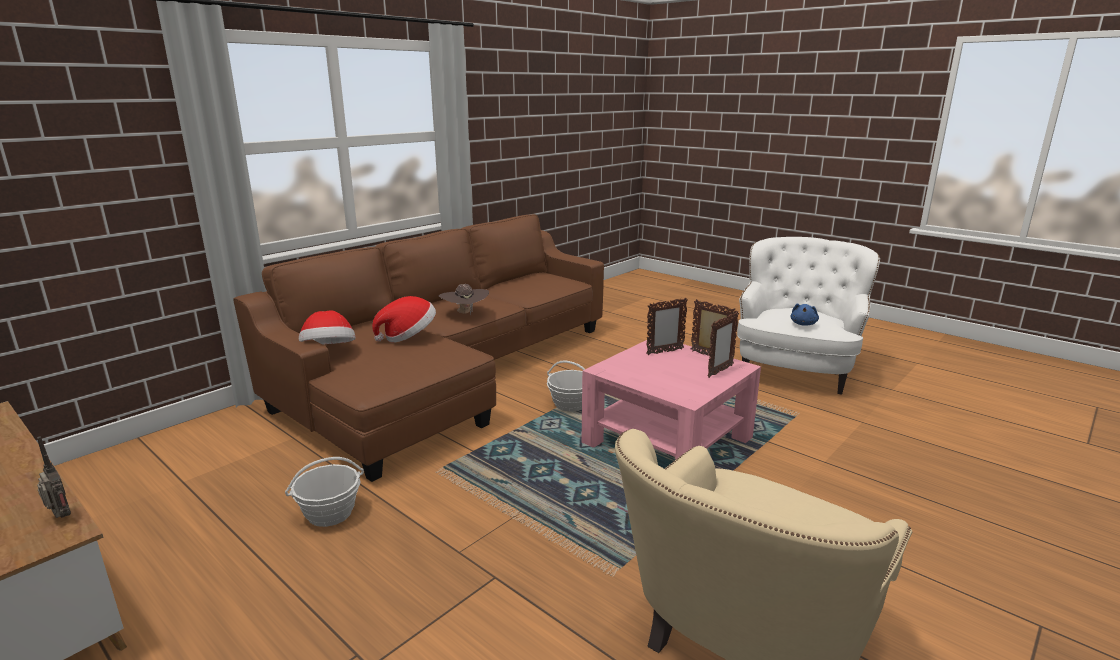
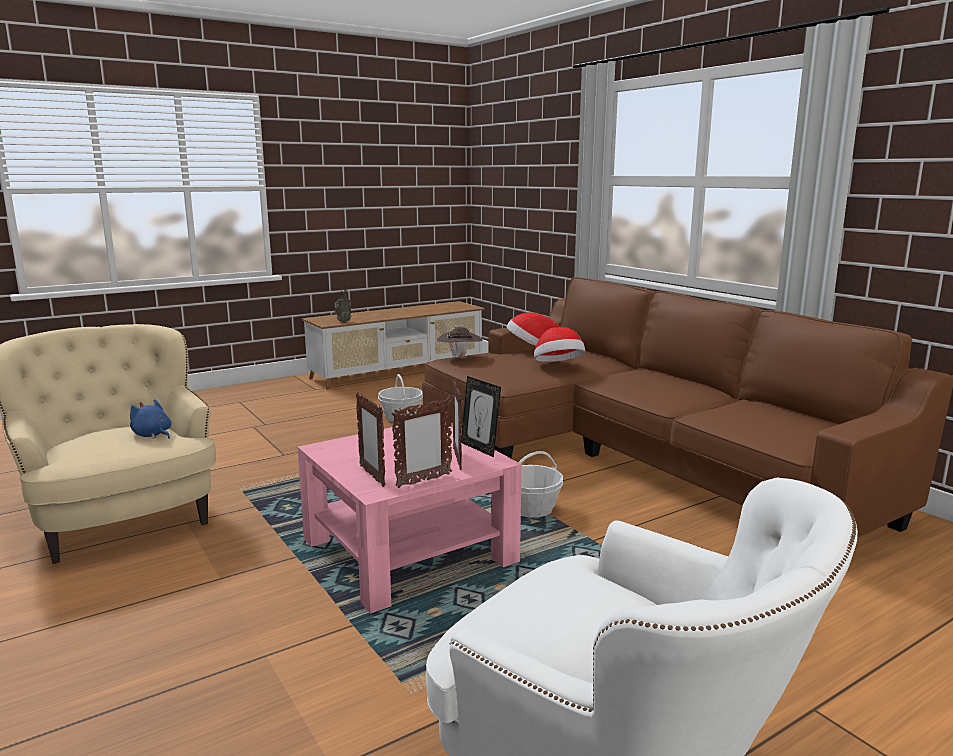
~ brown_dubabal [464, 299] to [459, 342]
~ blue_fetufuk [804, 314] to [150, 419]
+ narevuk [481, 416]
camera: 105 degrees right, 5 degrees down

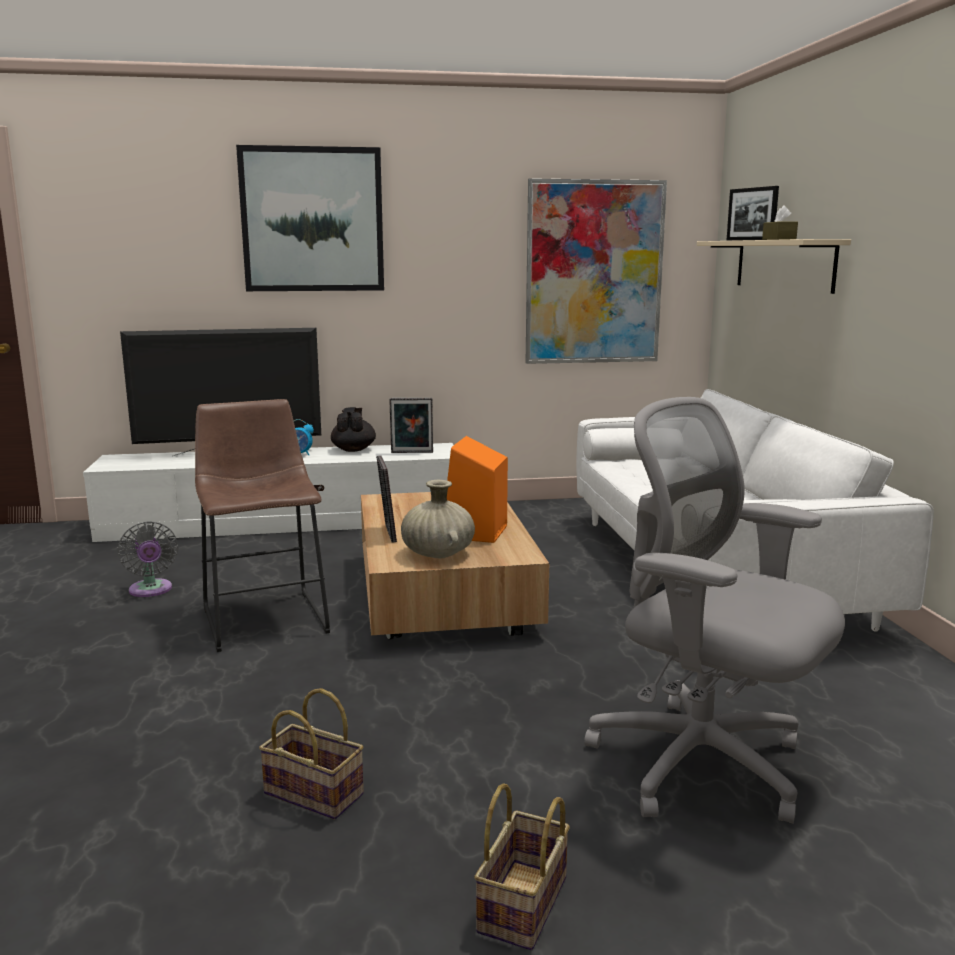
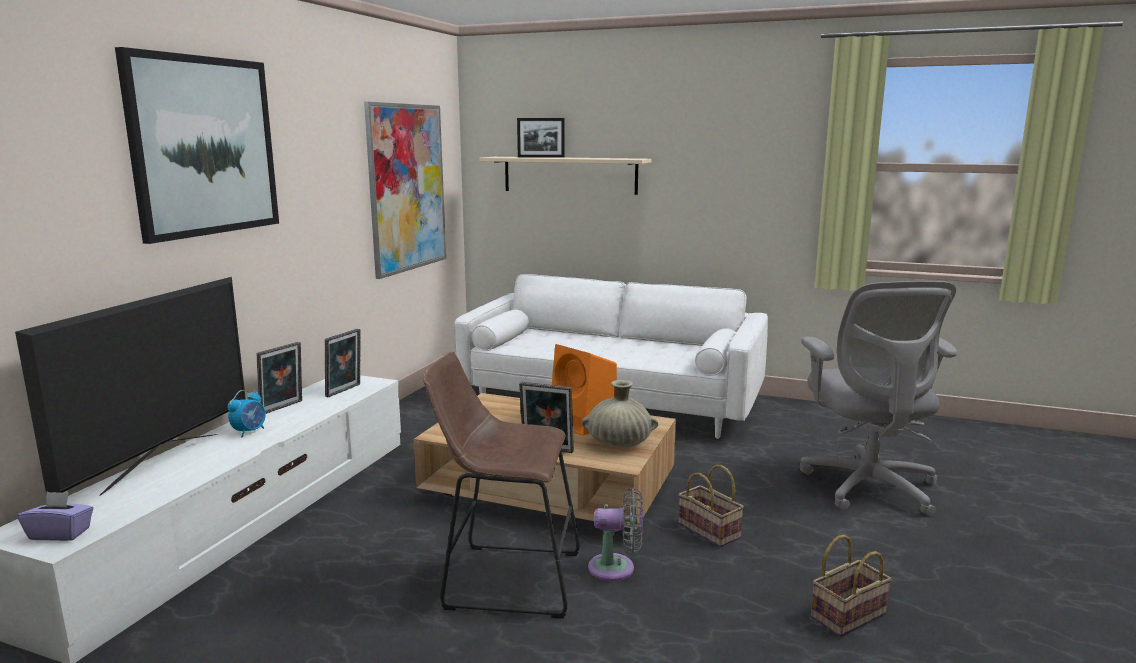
~ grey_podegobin [147, 559] to [615, 534]
~ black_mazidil [353, 429] to narevuk [279, 378]
~ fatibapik [522, 866] to [711, 506]
~ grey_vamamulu [714, 610] = [878, 398] 75 degrees counterclockwise
- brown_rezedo [780, 222]
+ purple_rezedo [55, 516]
camera: 60 degrees left, 0 degrees up

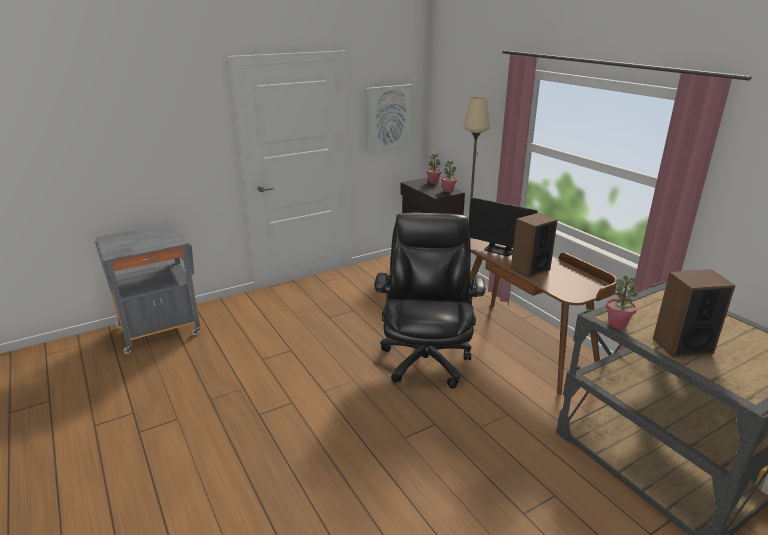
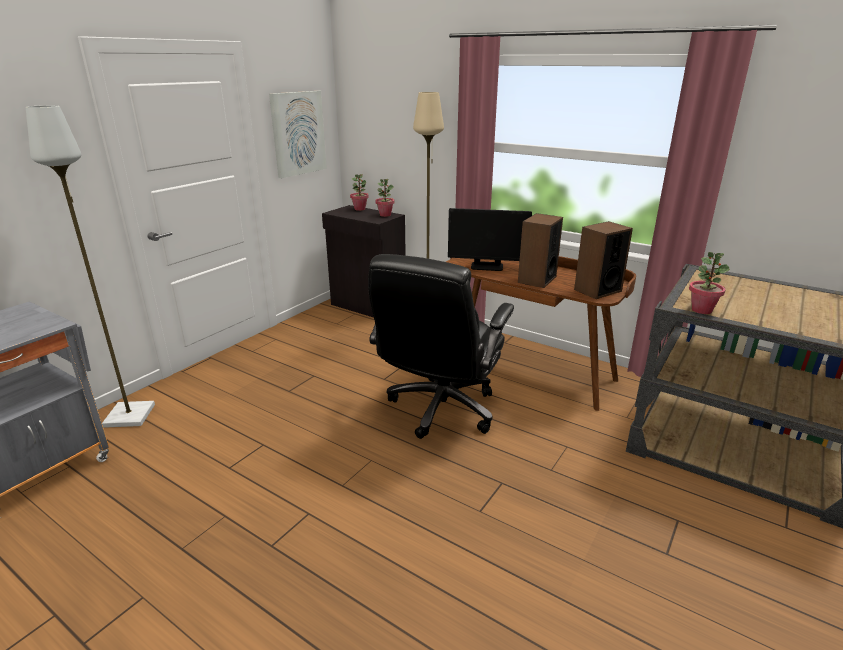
~ black_vamamulu [430, 301] = [441, 346] 135 degrees counterclockwise
~ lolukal [694, 313] to [603, 260]
+ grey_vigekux [90, 266]
camera: 25 degrees left, 0 degrees up

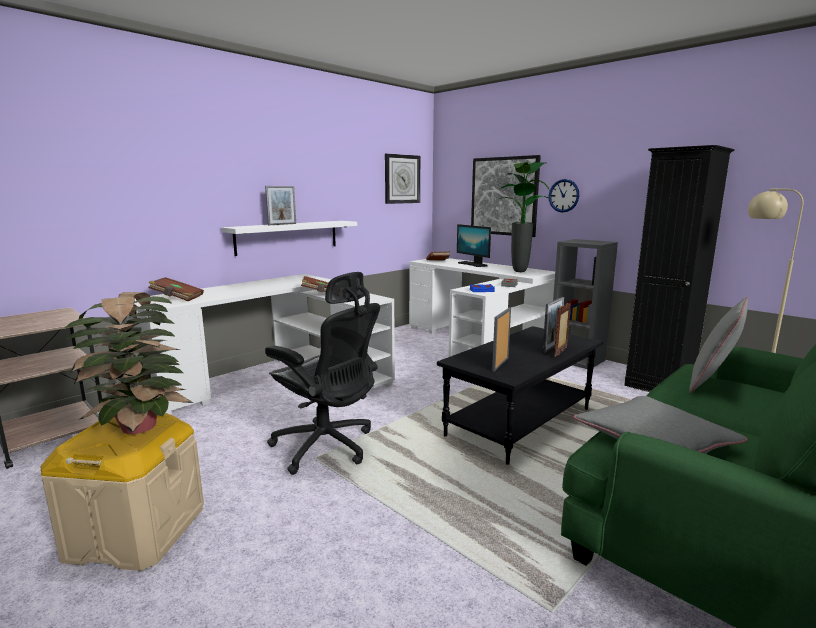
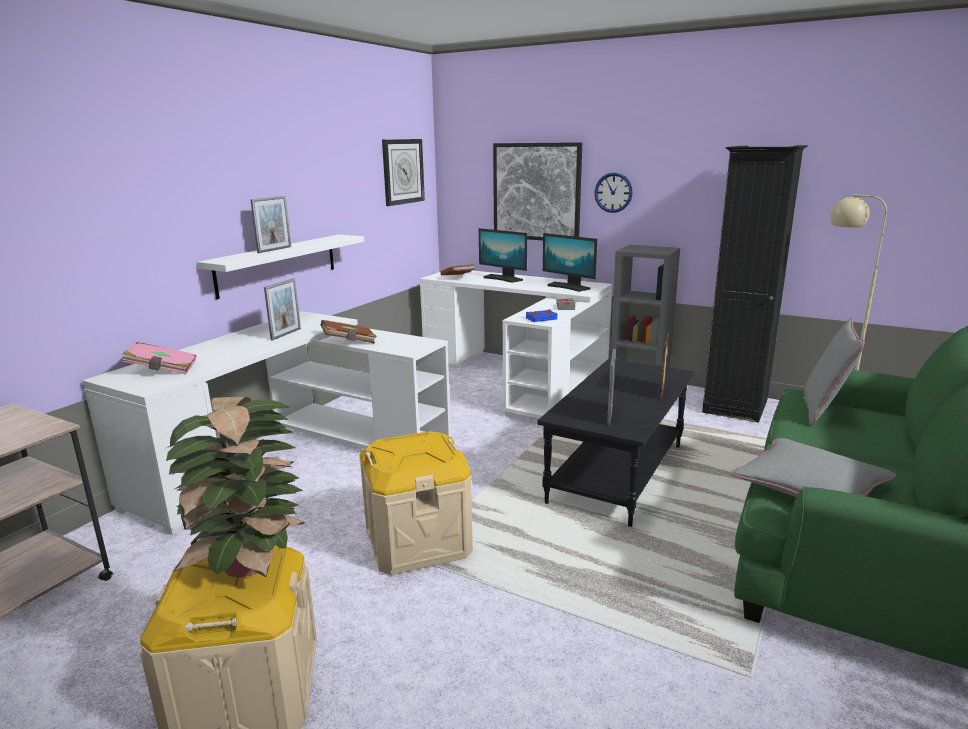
~ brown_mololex [176, 289] to pink_mololex [159, 358]
~ vamamulu [322, 373] to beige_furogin [416, 503]
~ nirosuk [524, 217] to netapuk [570, 262]
~ narevuk [553, 325] to [282, 309]
camera: 15 degrees left, 5 degrees up

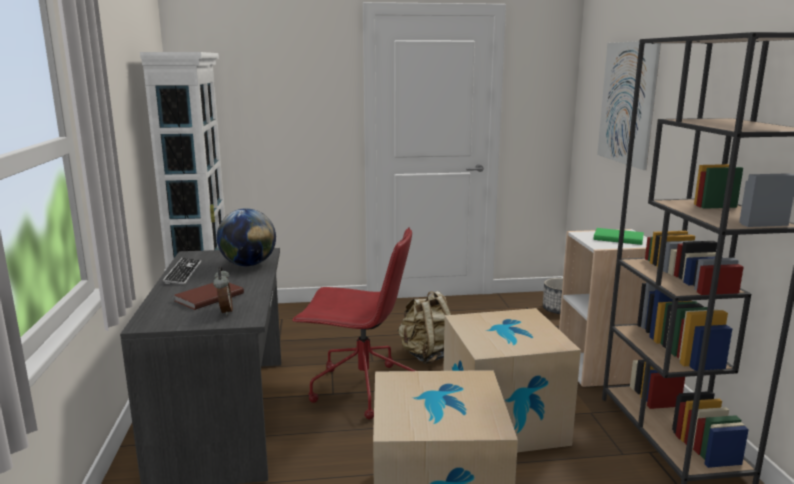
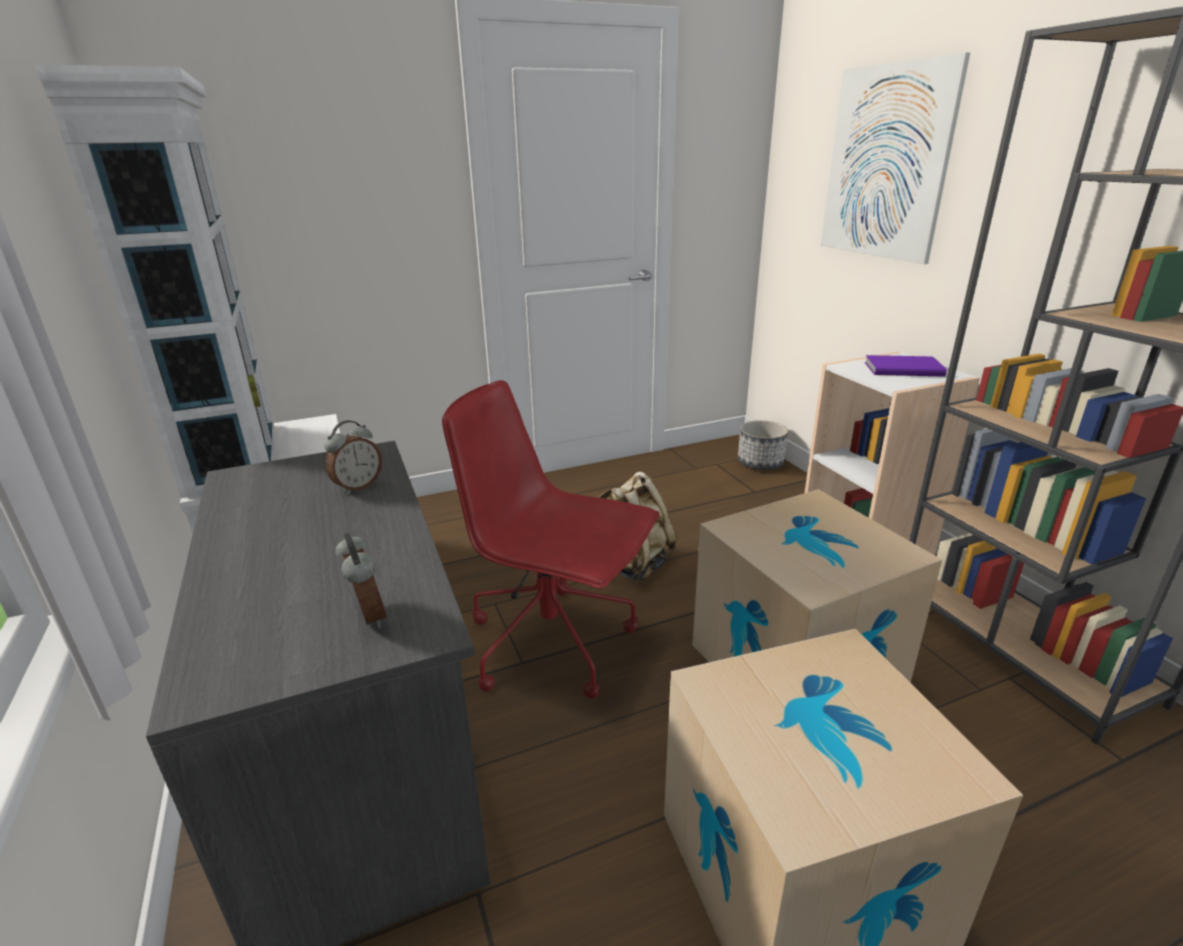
- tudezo [182, 271]
- brown_mololex [209, 296]
~ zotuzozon [246, 237] to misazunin [353, 457]
~ red_vamamulu [354, 323] = [551, 539] 150 degrees counterclockwise
~ green_mololex [618, 236] to purple_mololex [905, 366]
camera: 15 degrees left, 10 degrees up

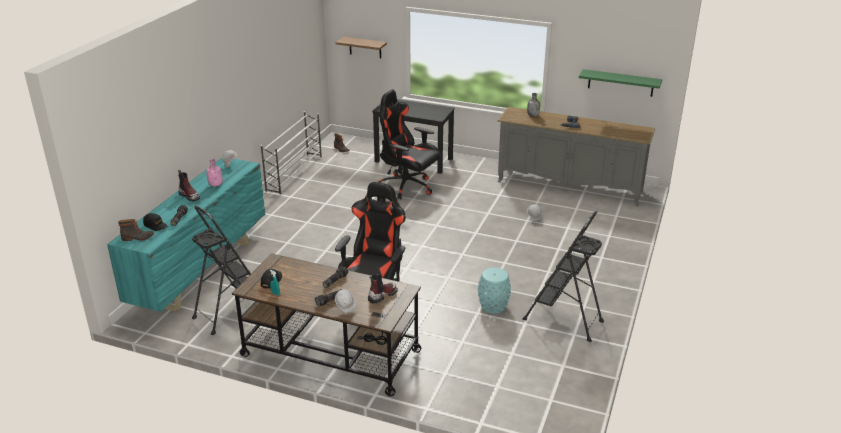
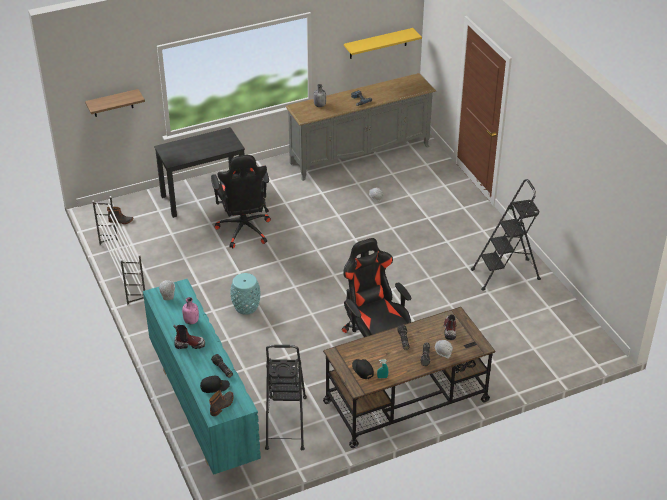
~ black_vamamulu [409, 144] = [241, 202] 90 degrees counterclockwise
~ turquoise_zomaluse [494, 291] to [245, 294]
~ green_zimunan [620, 83] to yellow_zimunan [383, 43]
camera: 45 degrees left, 10 degrees up

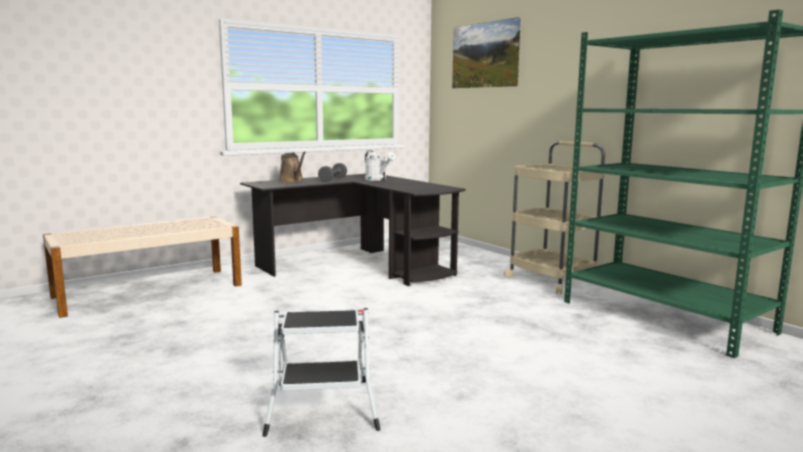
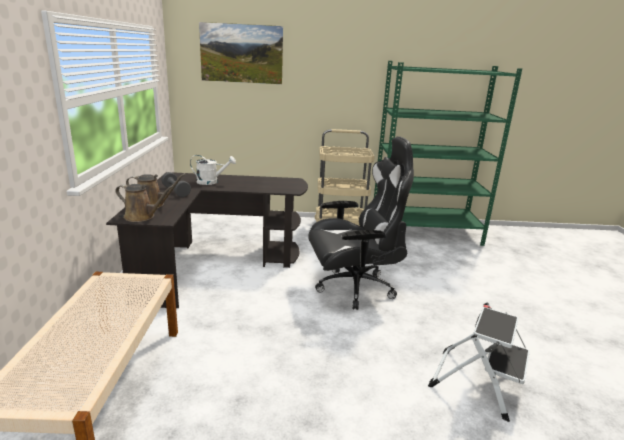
+ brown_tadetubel [144, 203]
+ black_vamamulu [361, 223]
camera: 55 degrees left, 10 degrees up

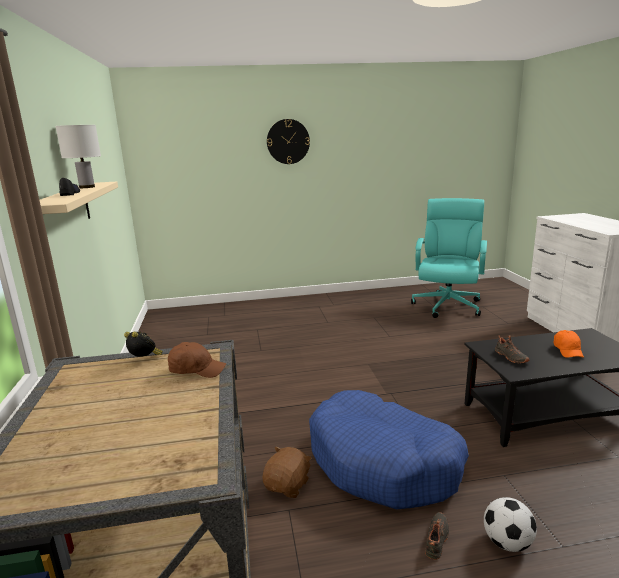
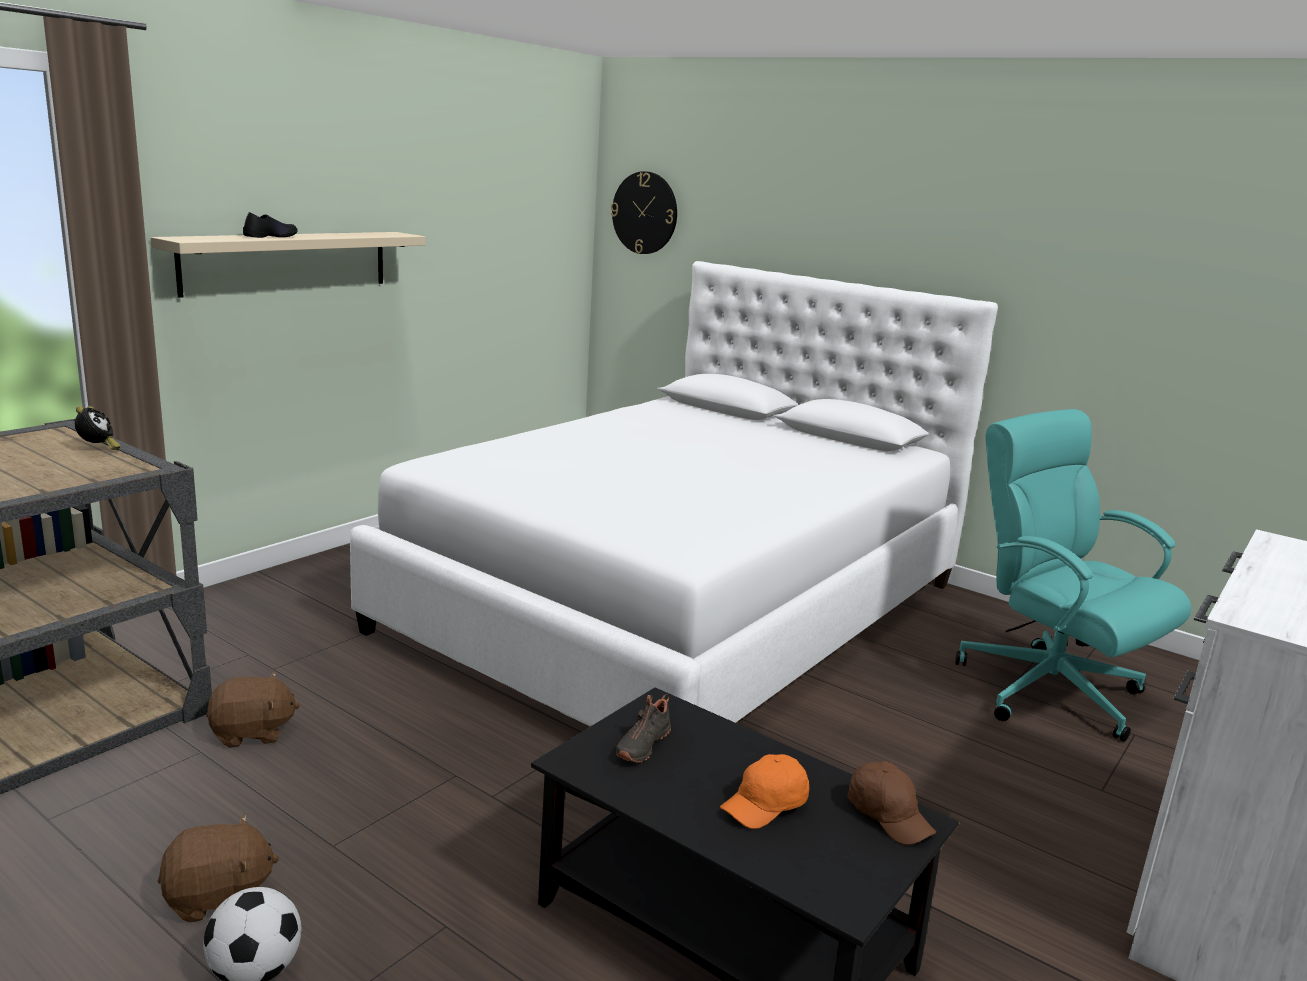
- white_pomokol [78, 156]
~ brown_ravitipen [197, 360] to [891, 803]
~ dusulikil [288, 141] to [644, 212]
- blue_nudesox [389, 449]
~ turquoise_vamamulu [449, 258] = [1073, 575] 105 degrees counterclockwise
~ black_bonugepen [437, 536] to brown_fetufuk [218, 868]
+ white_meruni [674, 493]
camera: 45 degrees right, 0 degrees up

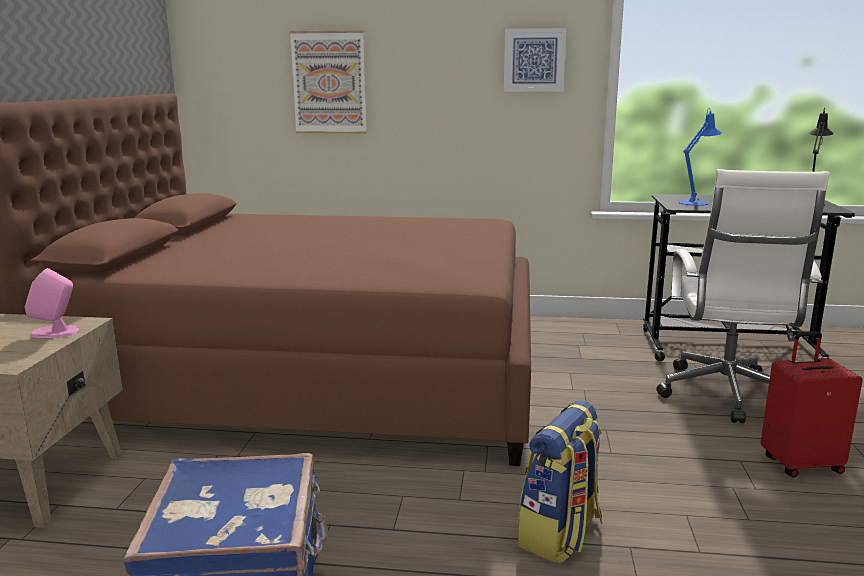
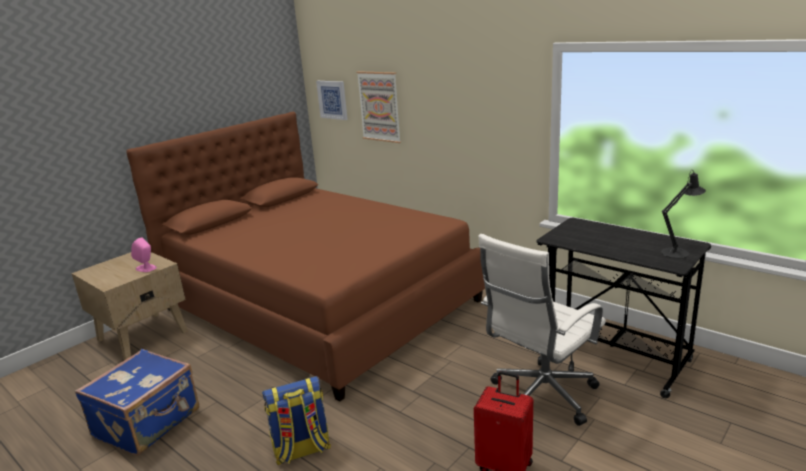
~ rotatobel [535, 60] to [332, 100]
- blue_pomokol [700, 157]
camera: 35 degrees right, 5 degrees up

